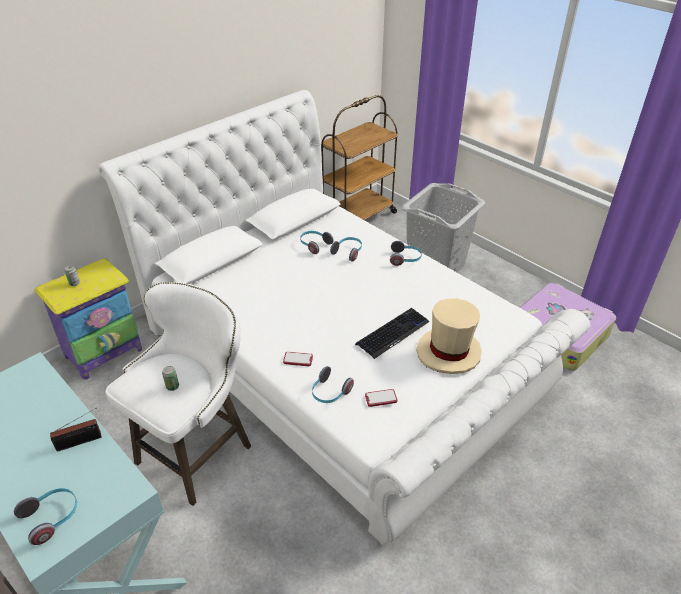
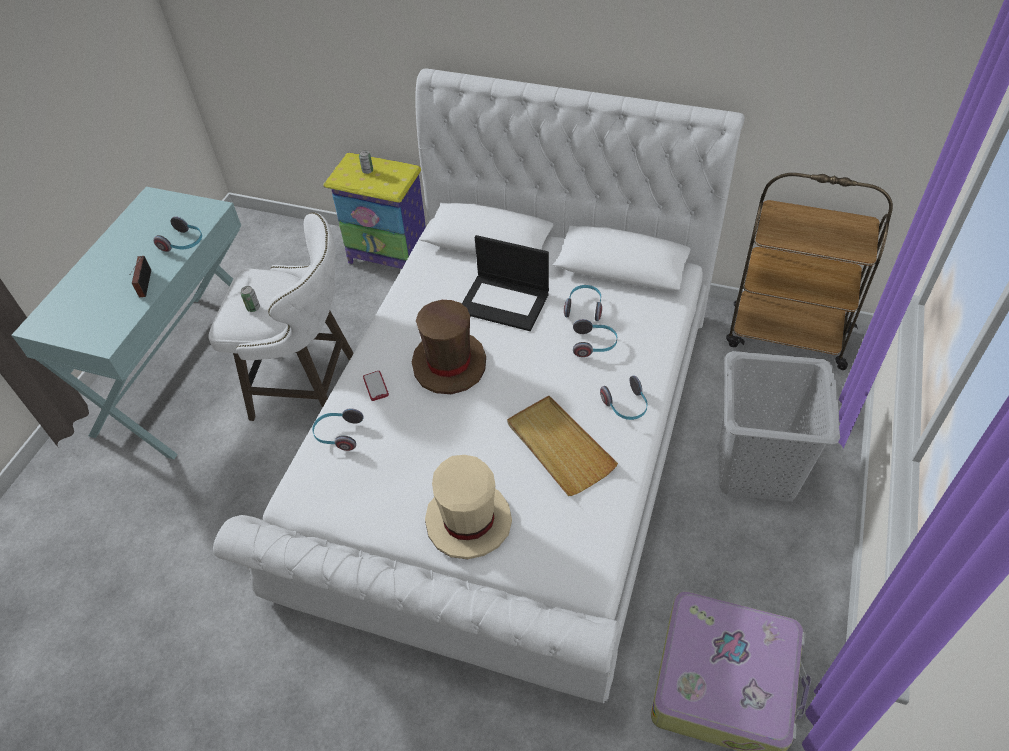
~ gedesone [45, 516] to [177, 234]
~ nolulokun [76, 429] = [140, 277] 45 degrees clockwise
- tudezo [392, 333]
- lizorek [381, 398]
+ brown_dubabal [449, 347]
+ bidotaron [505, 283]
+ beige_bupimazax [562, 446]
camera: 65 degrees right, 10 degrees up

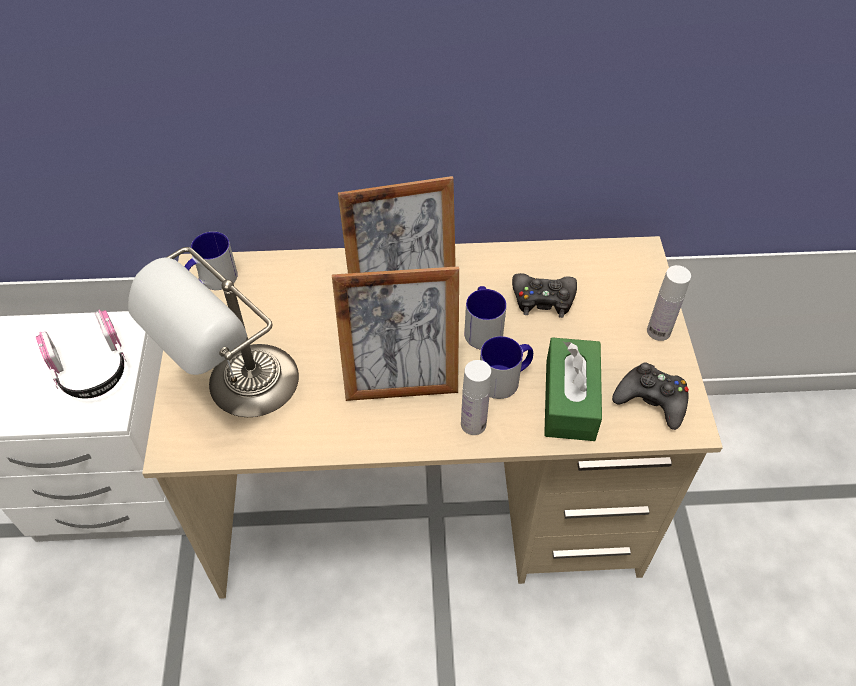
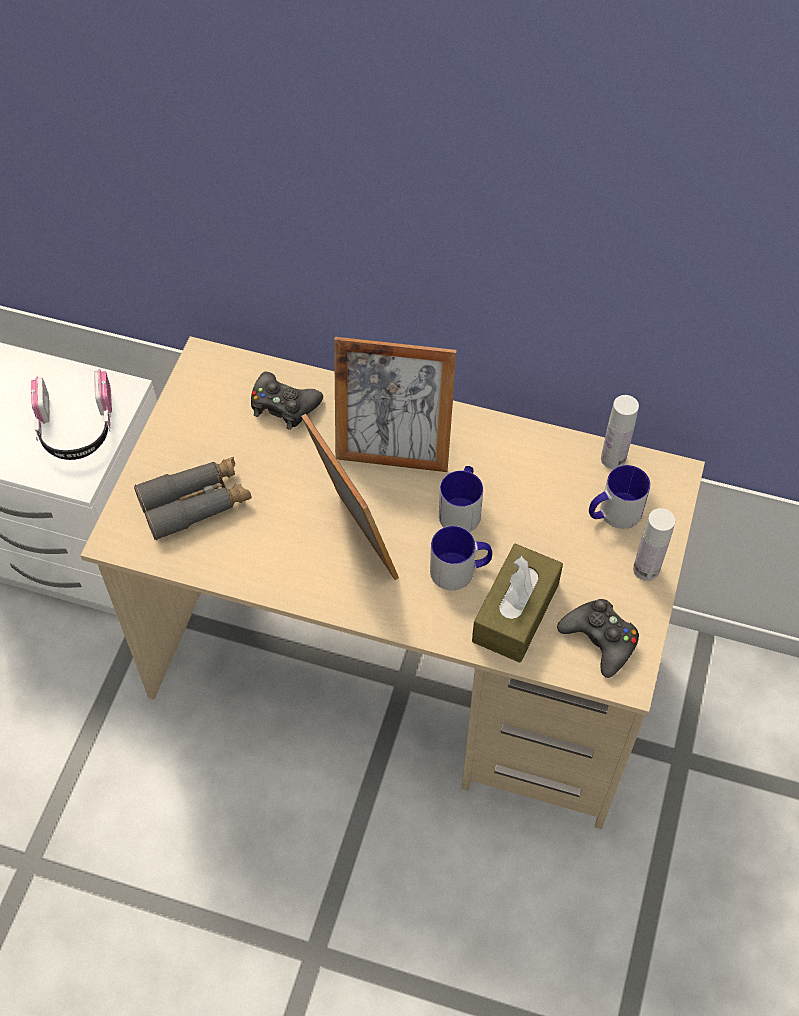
~ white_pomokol [213, 332] to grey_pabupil [193, 498]
~ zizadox [211, 261] to [620, 497]
~ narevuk [395, 333] = [350, 497] 135 degrees counterclockwise
~ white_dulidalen [476, 397] to [620, 432]
~ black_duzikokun [544, 295] to [287, 401]
~ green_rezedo [573, 389] to brown_rezedo [517, 603]
camera: 20 degrees right, 5 degrees up

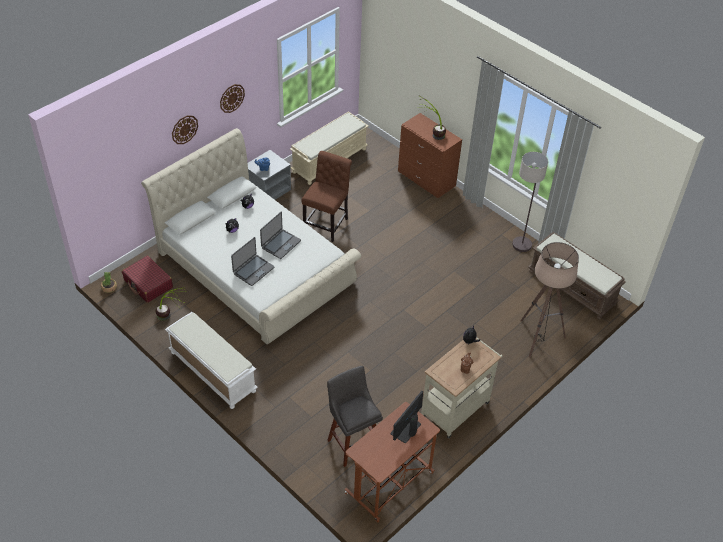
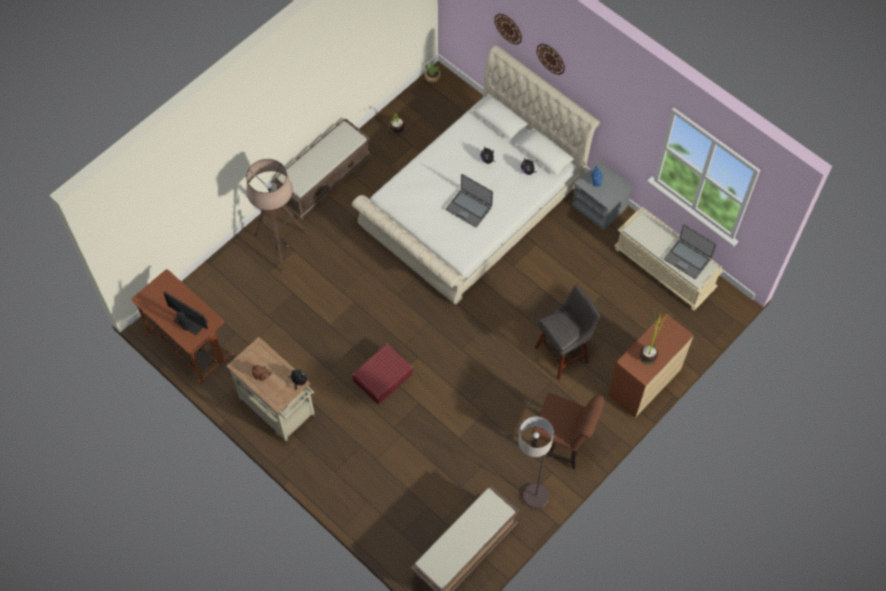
~ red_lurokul [147, 279] to [382, 373]
~ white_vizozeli [211, 360] to brown_vizozeli [322, 169]
~ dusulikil [232, 98] to [508, 29]
~ bidotaron [253, 261] to [690, 251]
~ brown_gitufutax [326, 196] to [568, 431]
~ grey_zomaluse [355, 416] to [567, 333]
~ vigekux [549, 300] to [277, 216]
camera: 90 degrees right, 15 degrees up

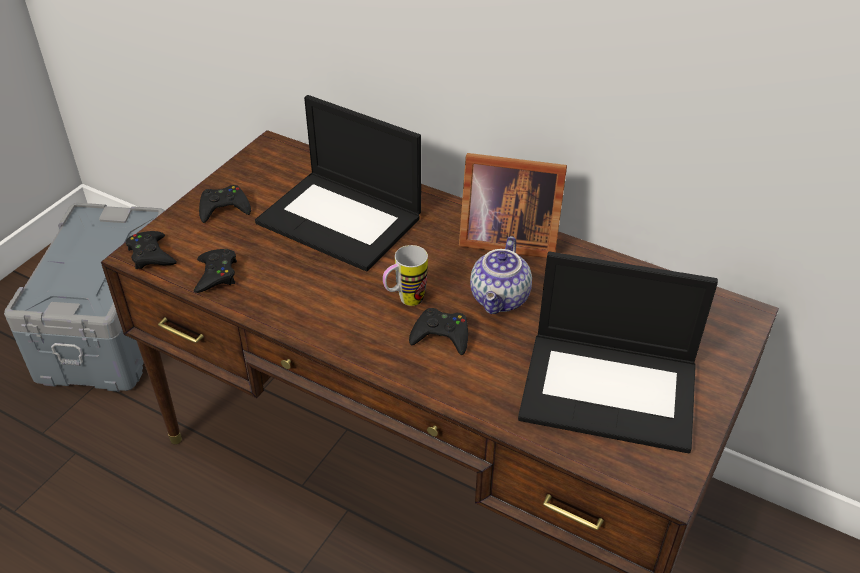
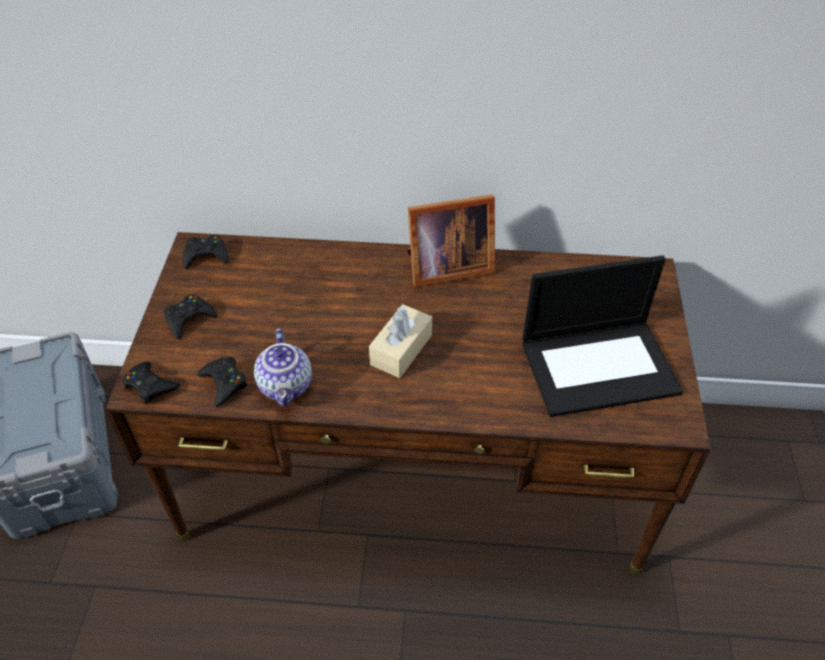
- bidotaron [338, 183]
~ zizadox [405, 275] to beige_rezedo [400, 341]
~ black_duzikokun [438, 331] to [205, 252]
~ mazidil [501, 275] to [283, 367]
camera: 25 degrees left, 5 degrees up

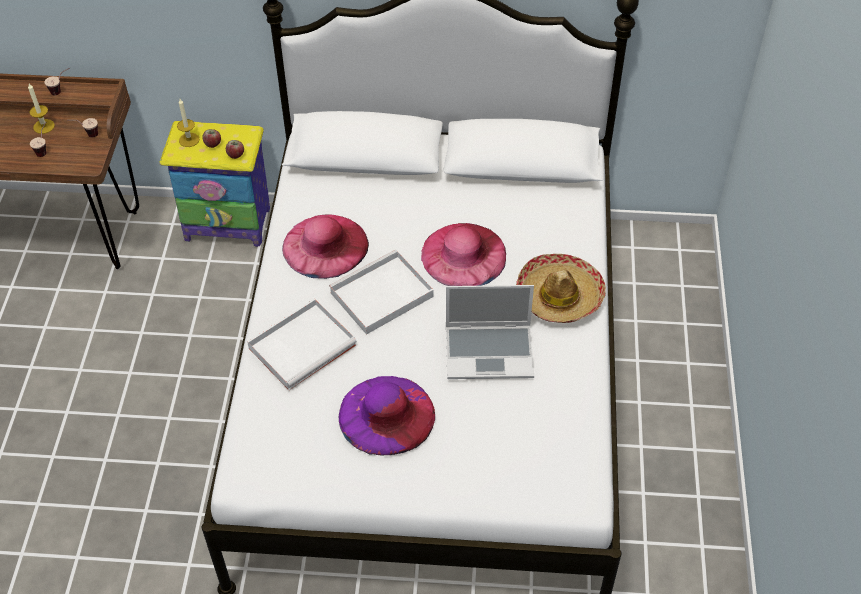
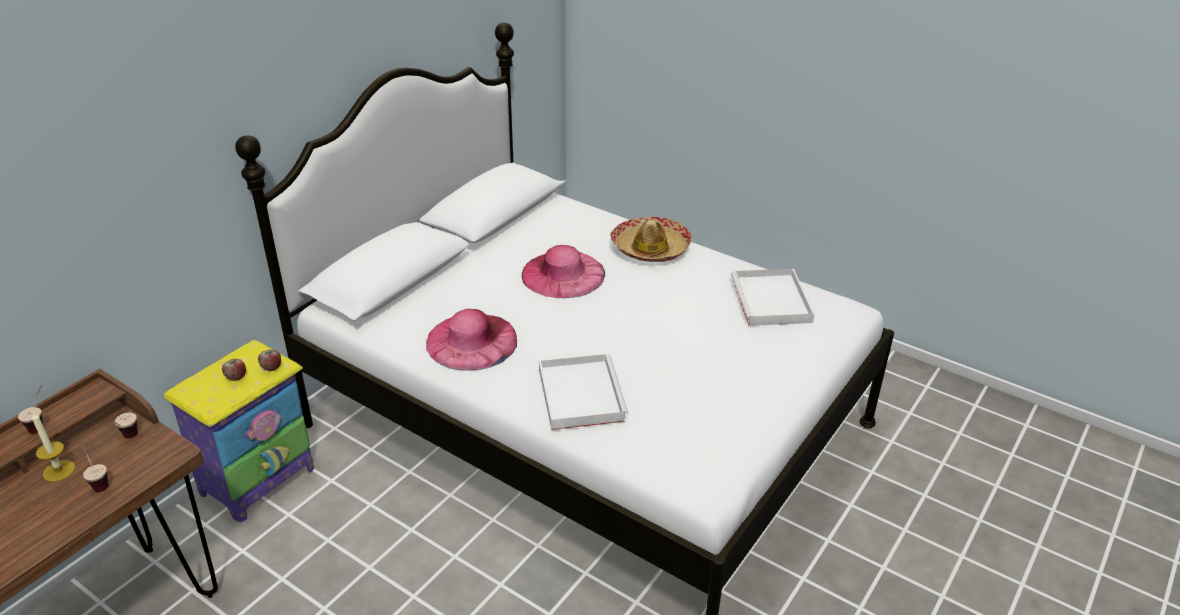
- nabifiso [188, 123]
~ white_bupimazax [381, 292] to [773, 297]
- purple_dubabal [387, 415]
- bidotaron [490, 332]
camera: 60 degrees left, 15 degrees down

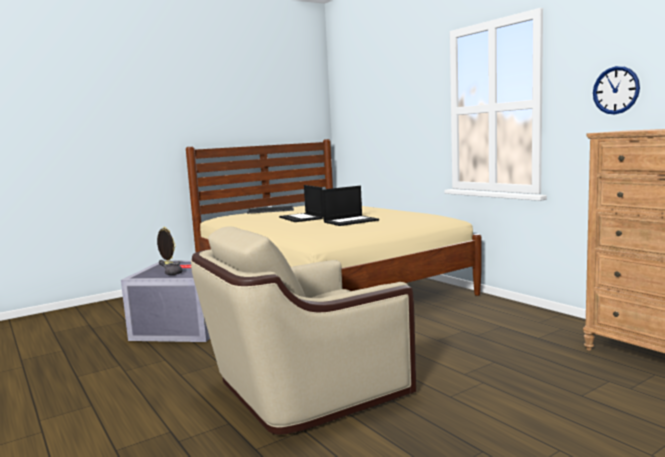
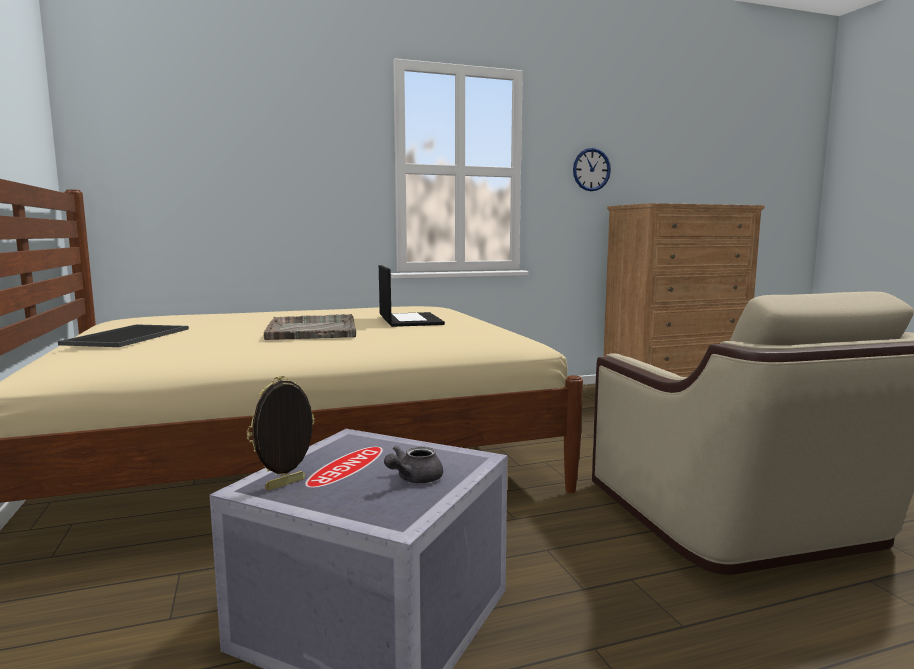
~ bidotaron [301, 203] to grey_bupimazax [310, 327]
camera: 75 degrees left, 0 degrees up

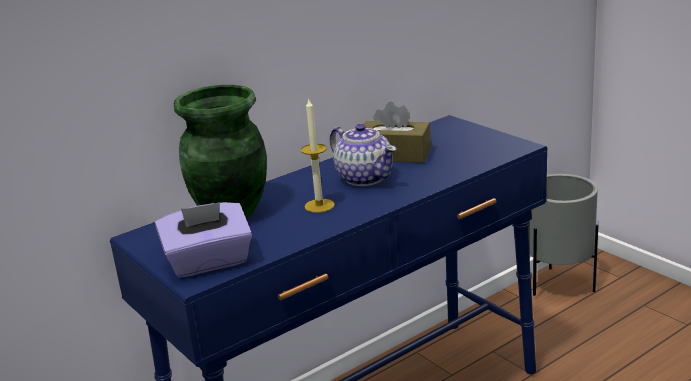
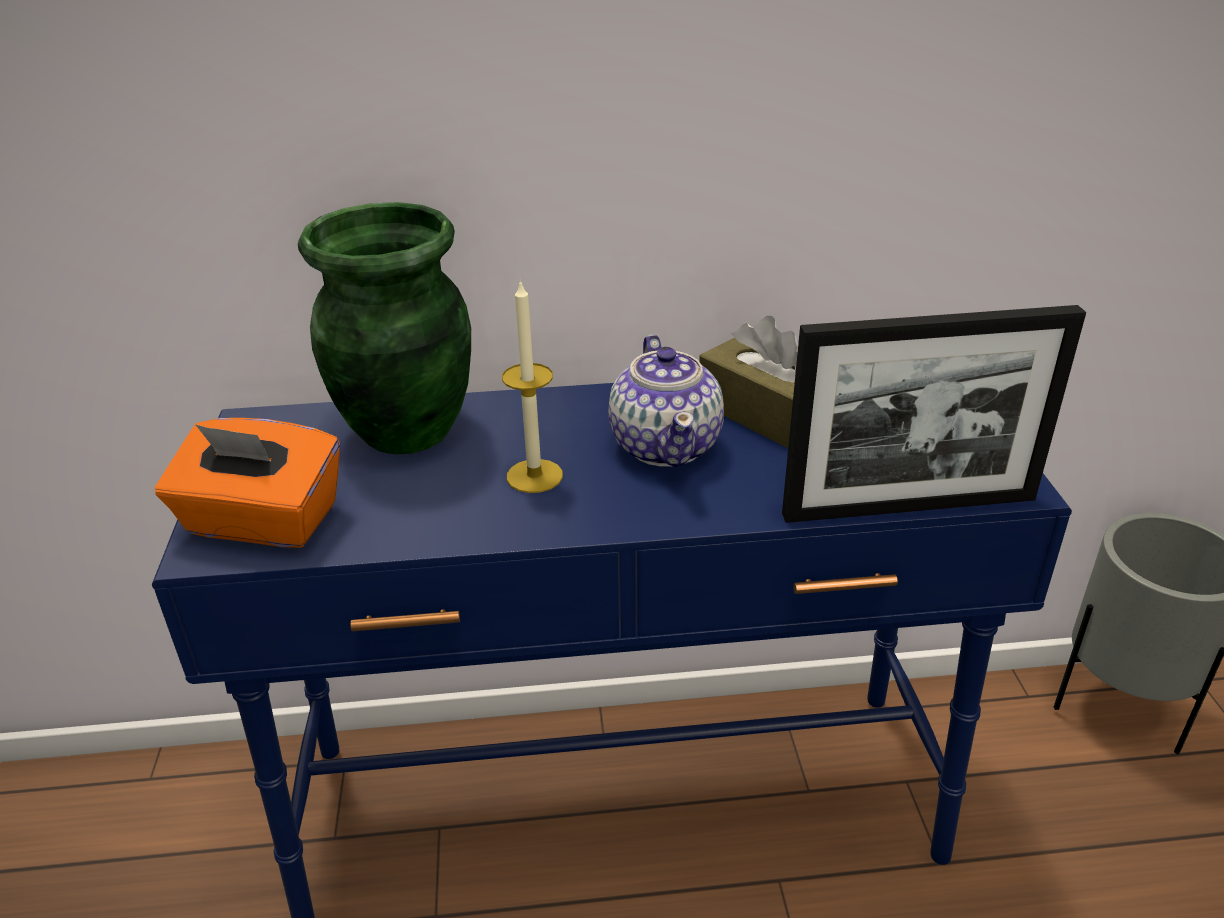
~ purple_rezedo [203, 240] to orange_rezedo [247, 483]
+ narevuk [934, 414]
camera: 30 degrees right, 10 degrees up

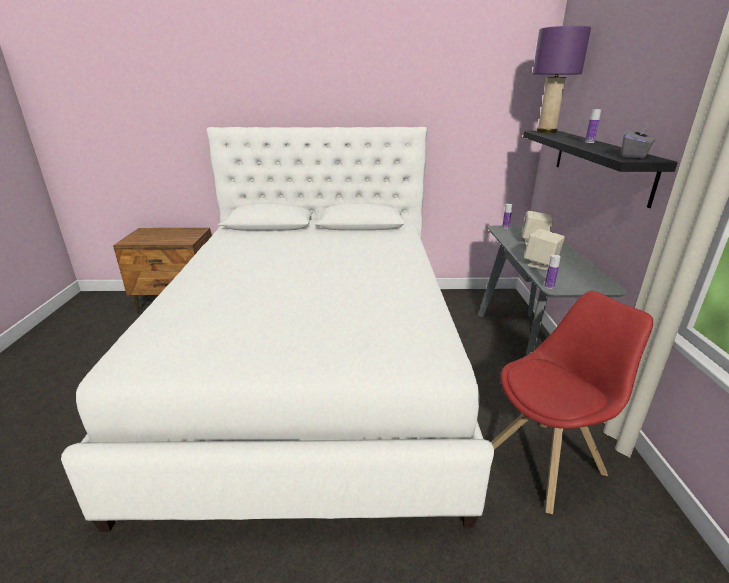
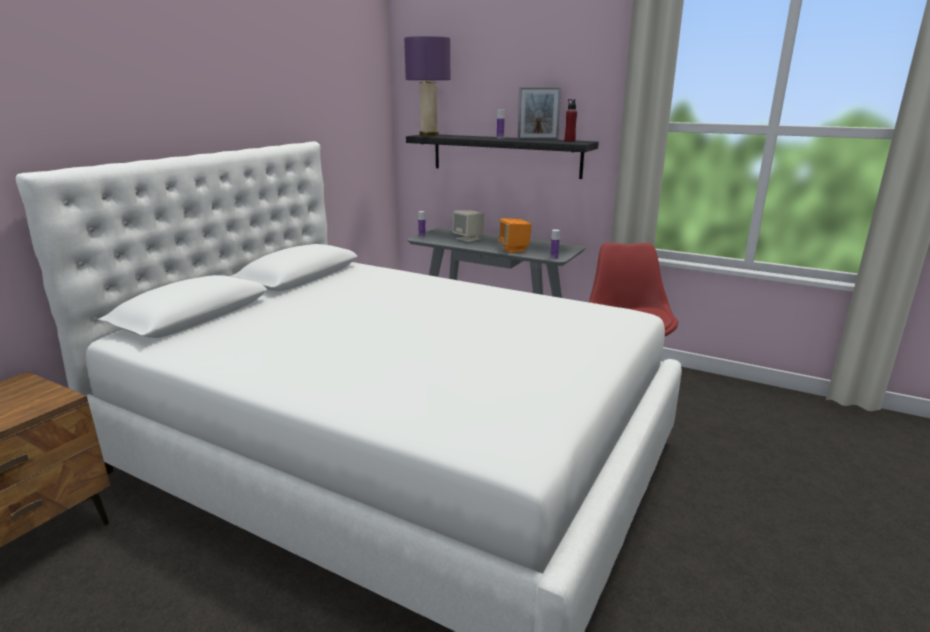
~ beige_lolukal [544, 249] to orange_lolukal [515, 235]
~ grey_rezedo [638, 140] to red_dulidalen [571, 120]
+ narevuk [539, 113]
camera: 60 degrees left, 5 degrees down

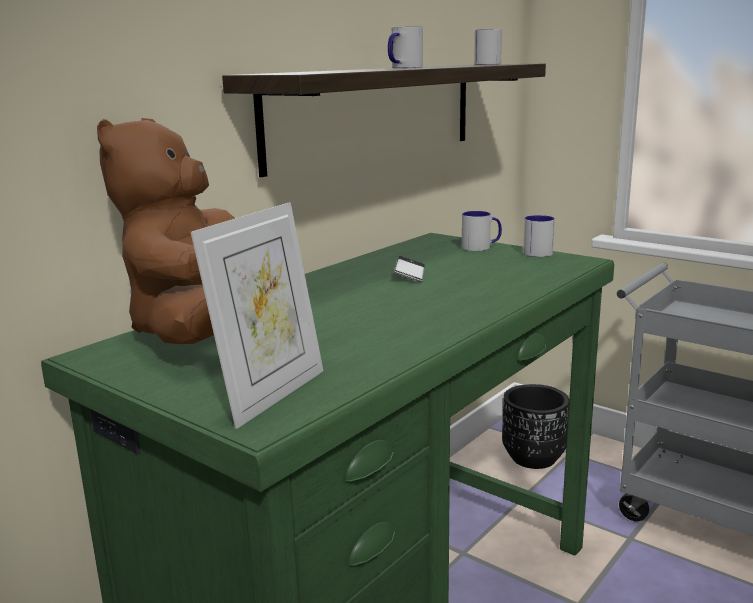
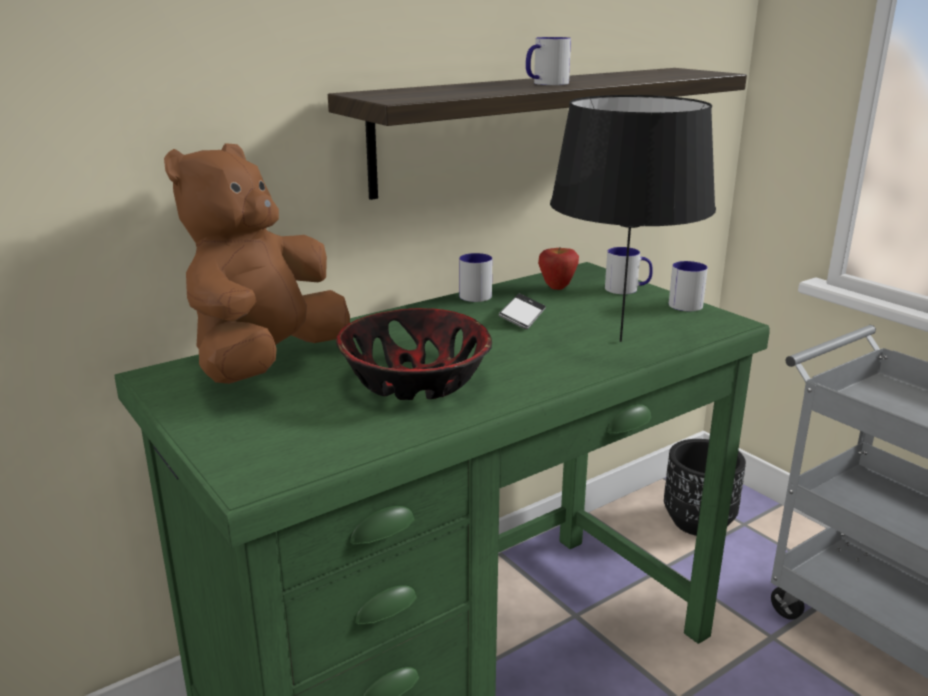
- narevuk [257, 315]
~ zizadox [488, 47] to [475, 277]
+ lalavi [414, 354]
+ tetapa [558, 268]
+ black_pomokol [633, 218]
camera: 15 degrees right, 5 degrees up

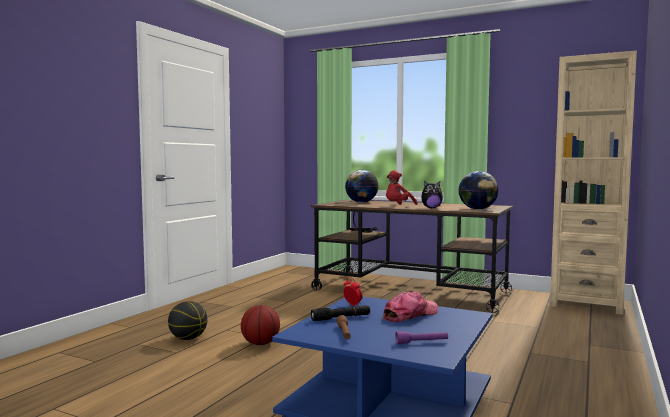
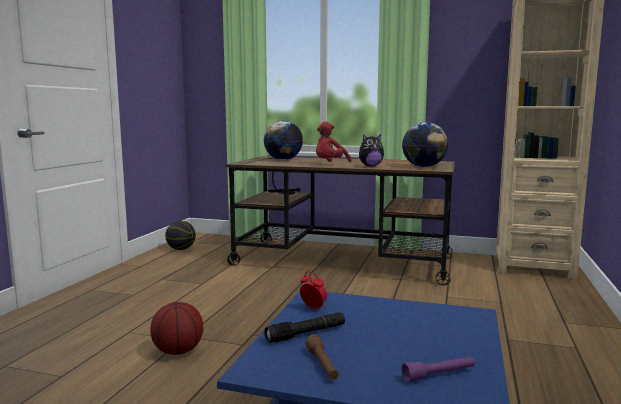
~ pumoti [187, 320] to [180, 235]
- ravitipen [410, 307]
camera: 10 degrees left, 5 degrees up

